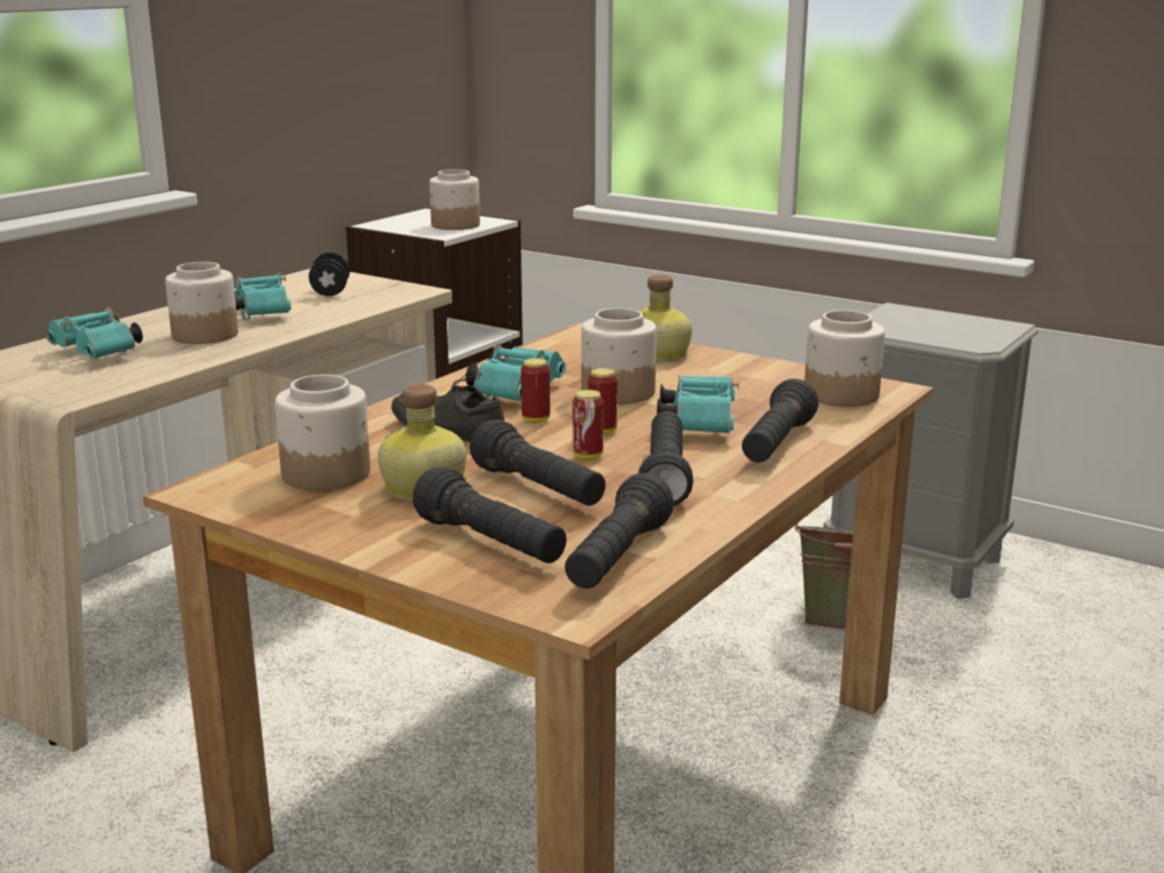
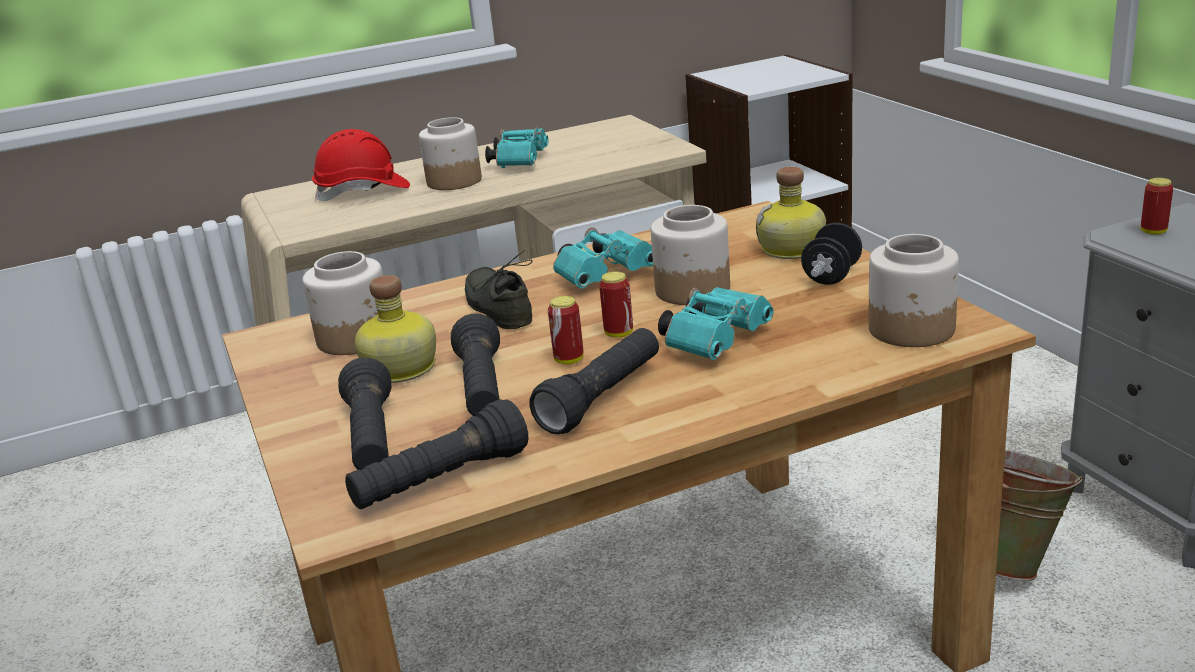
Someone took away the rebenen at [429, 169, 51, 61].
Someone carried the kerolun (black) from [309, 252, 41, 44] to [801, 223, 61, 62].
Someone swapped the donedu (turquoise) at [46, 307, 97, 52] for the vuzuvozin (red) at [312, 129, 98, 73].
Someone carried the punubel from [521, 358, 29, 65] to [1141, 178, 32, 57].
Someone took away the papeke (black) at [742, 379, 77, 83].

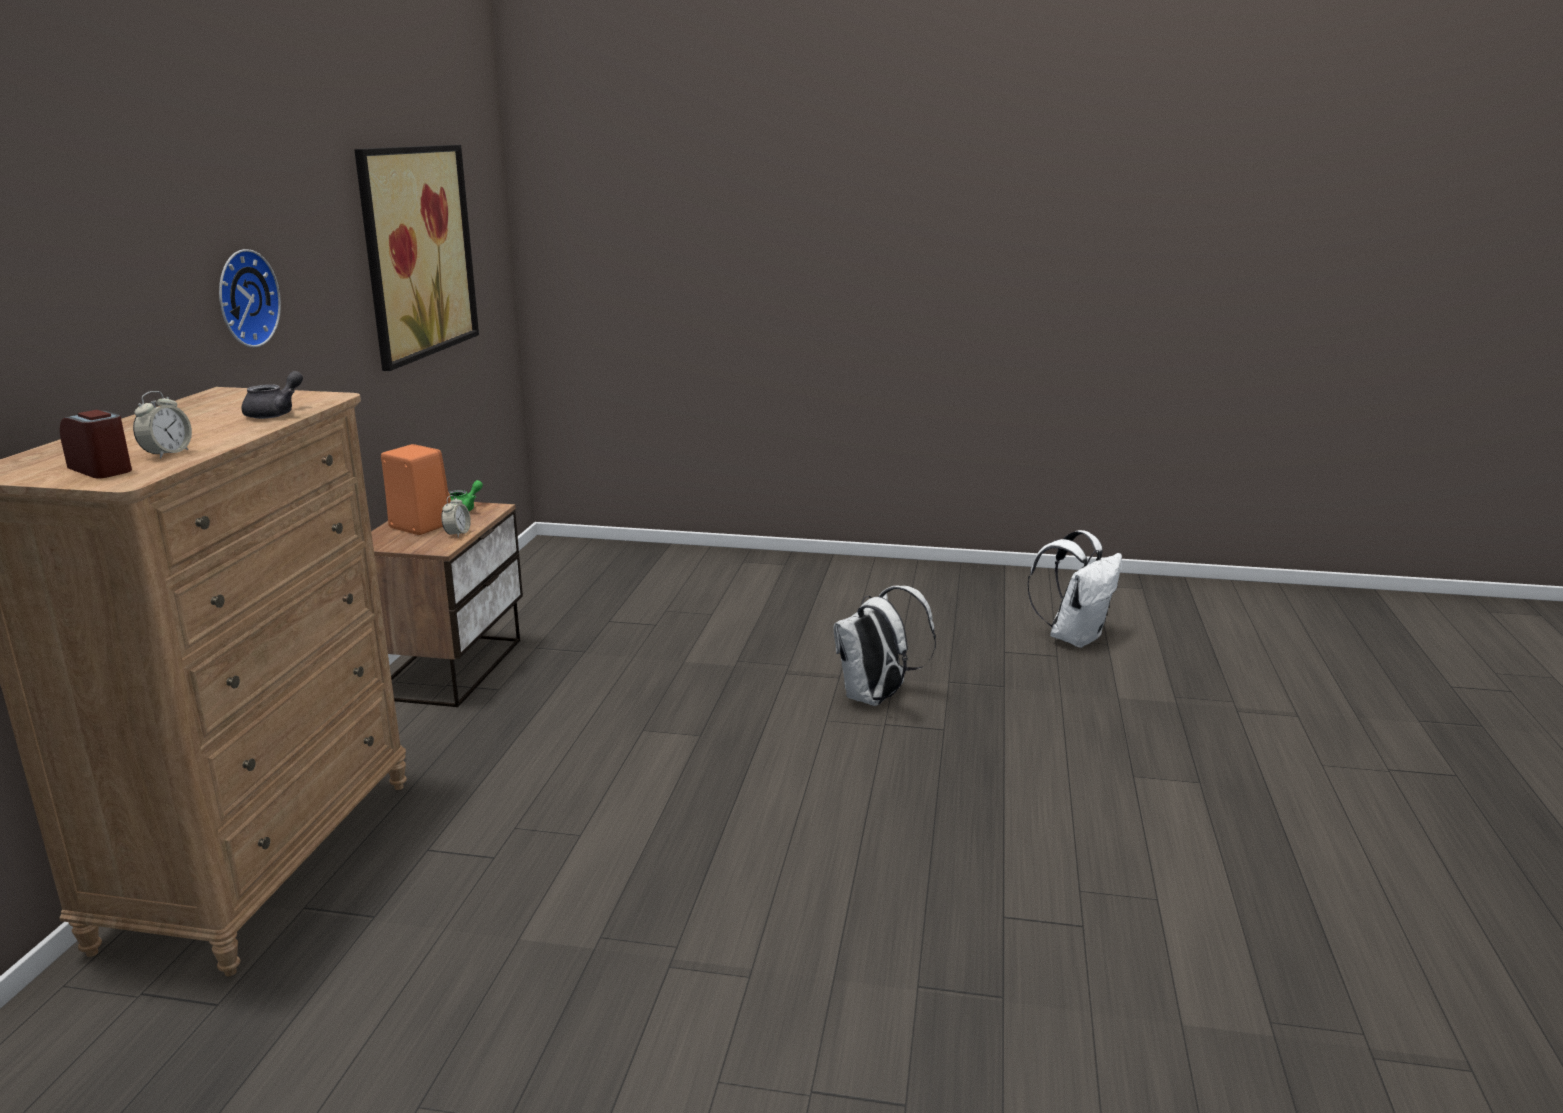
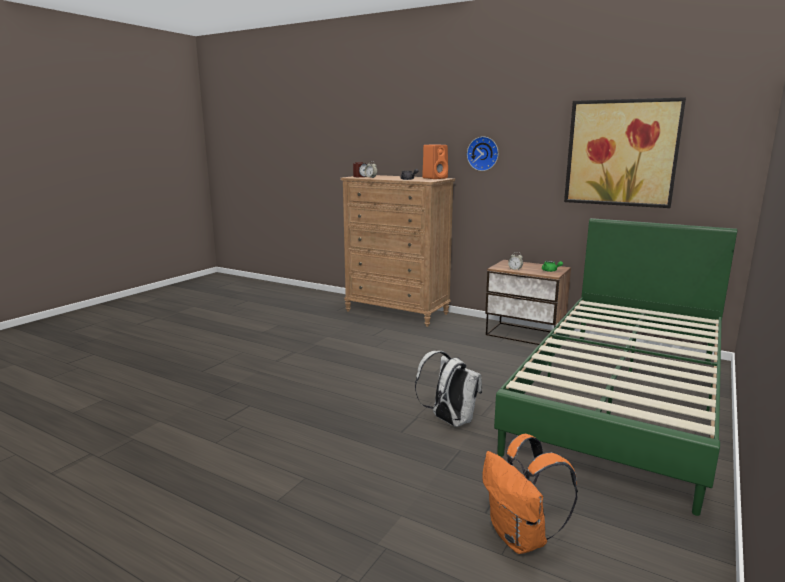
Someone carried the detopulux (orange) from [381, 444, 70, 91] to [422, 145, 26, 34].
Someone repainted the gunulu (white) at [1027, 530, 95, 118], which became the gunulu (orange) at [482, 434, 96, 120].
Someone put down the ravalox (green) at [494, 218, 243, 298].

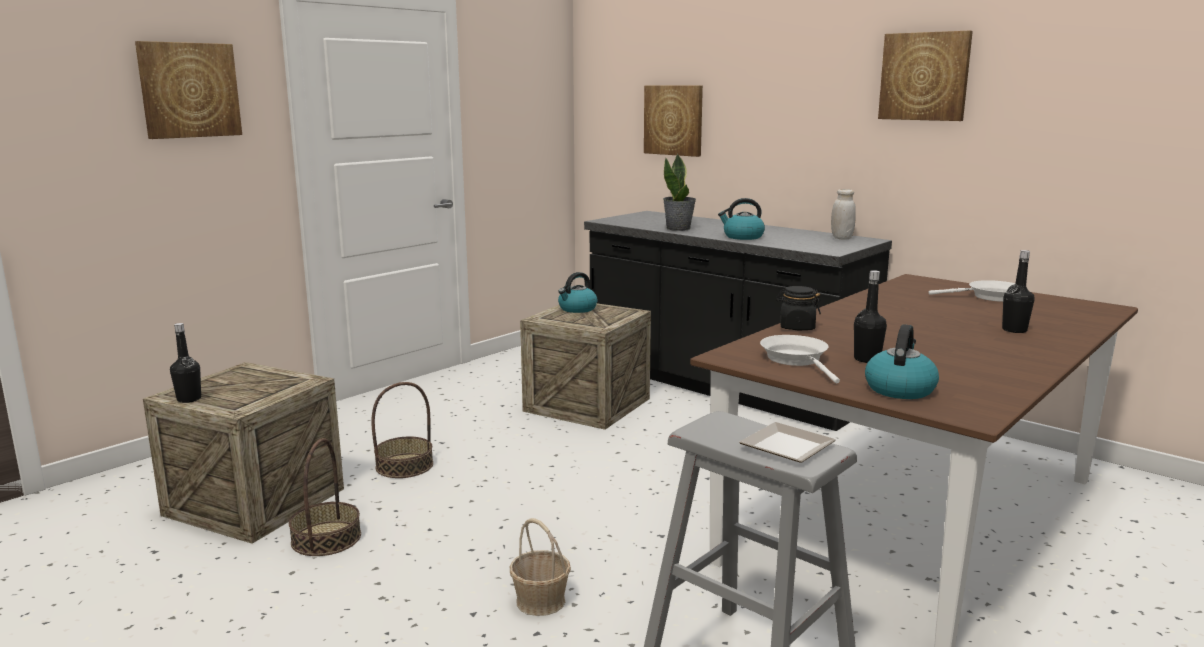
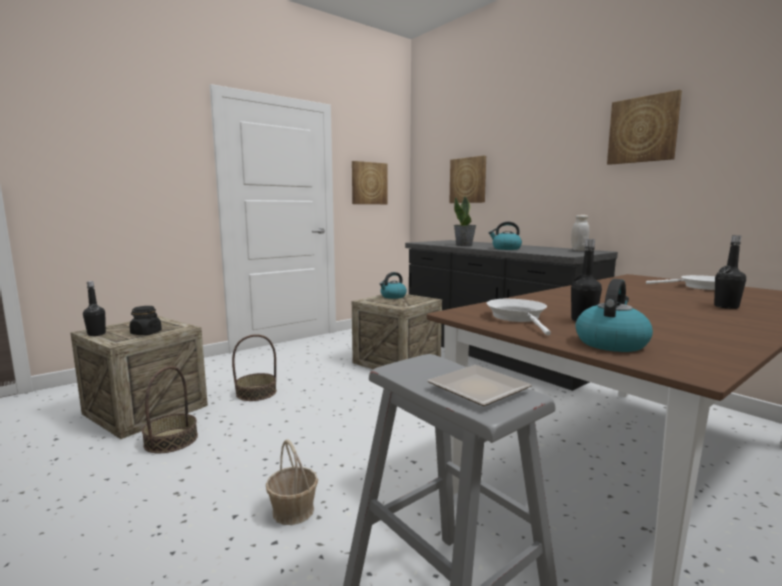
Someone carried the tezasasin from [135, 41, 107, 98] to [352, 161, 35, 43].
Someone carried the rebenen (black) from [776, 286, 45, 44] to [129, 306, 33, 29].

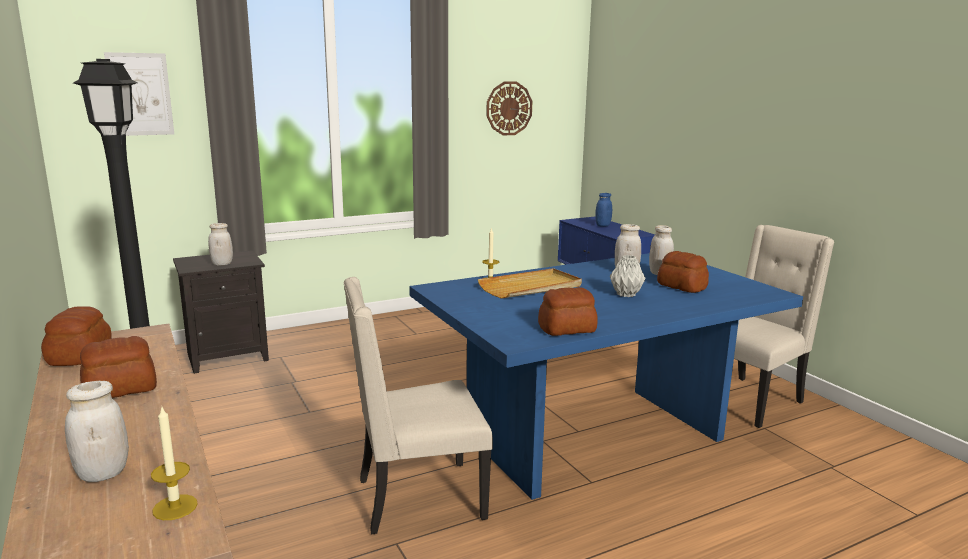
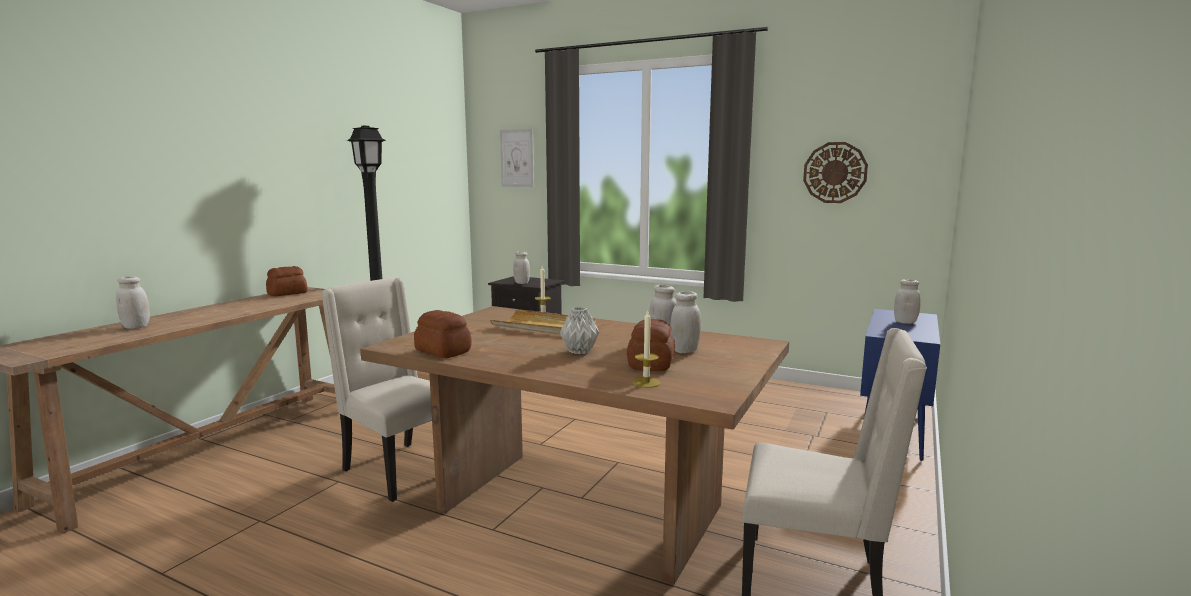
Someone repainted the rebenen (blue) at [595, 193, 17, 34], which became the rebenen (white) at [894, 279, 27, 45].
Someone repainted the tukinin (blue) at [409, 253, 394, 247], which became the tukinin (brown) at [360, 306, 429, 278].
Someone took away the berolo at [80, 336, 77, 62].
Someone carried the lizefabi from [151, 405, 47, 115] to [633, 309, 27, 79].

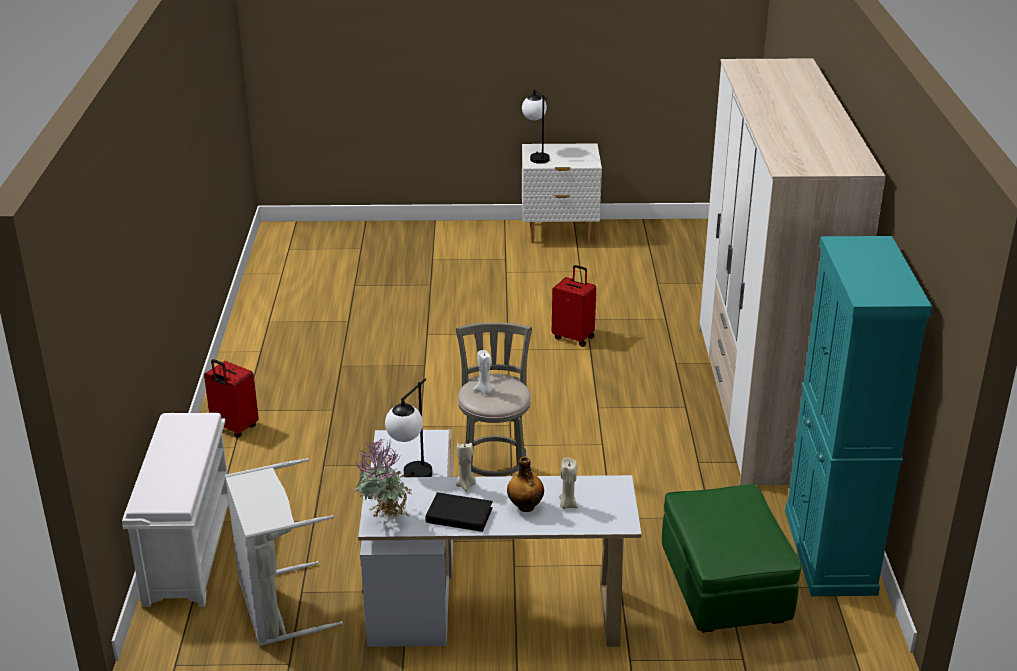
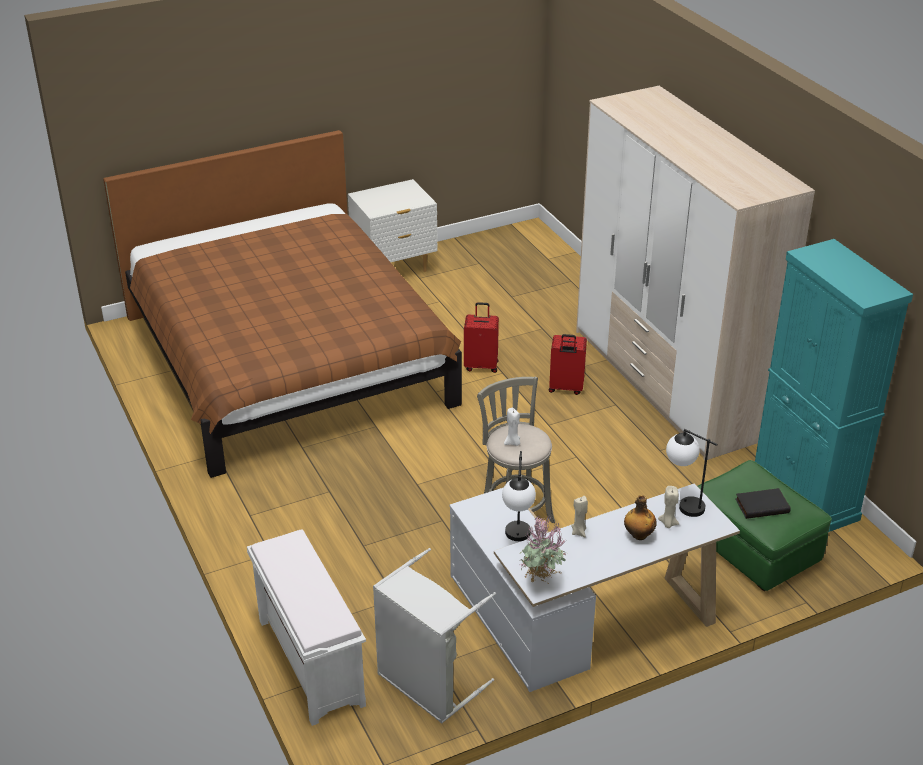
Someone carried the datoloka from [522, 89, 28, 75] to [666, 429, 52, 88].
Someone carried the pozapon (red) from [204, 359, 55, 79] to [549, 334, 38, 61].
Someone carried the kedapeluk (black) from [426, 492, 67, 40] to [735, 488, 56, 31].
Someone put down the ravalox (brown) at [103, 130, 359, 348].

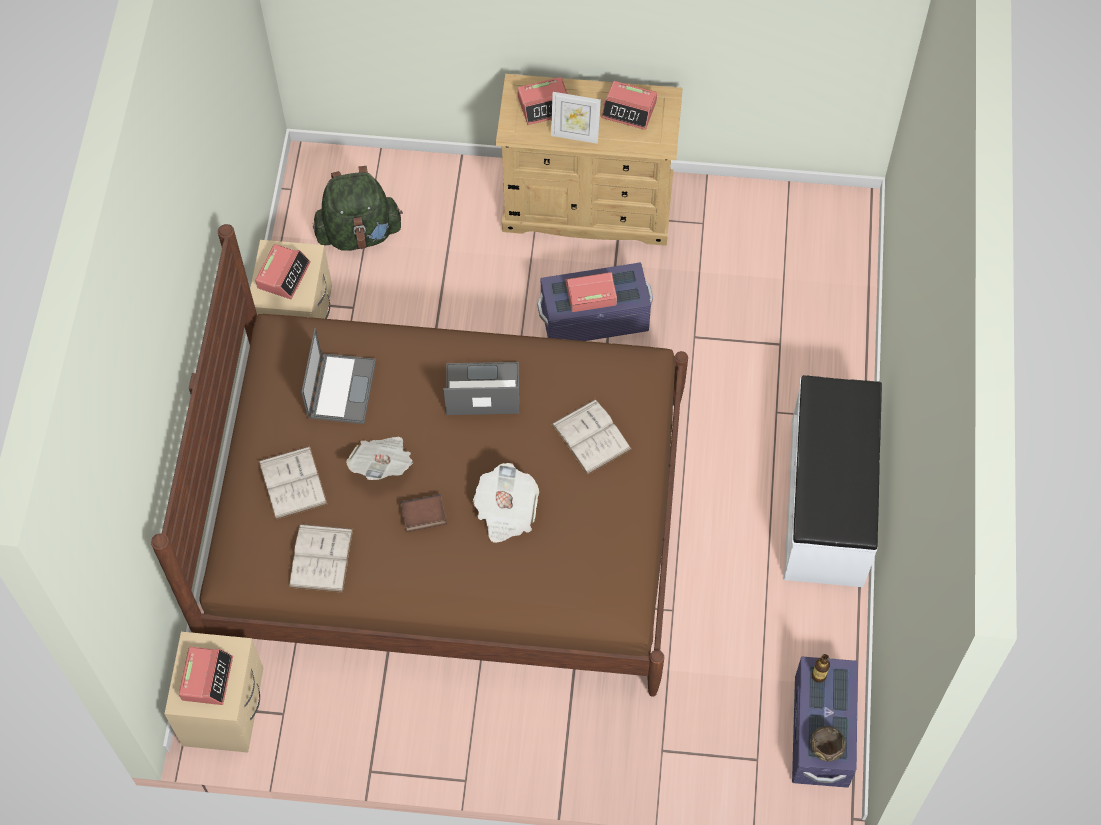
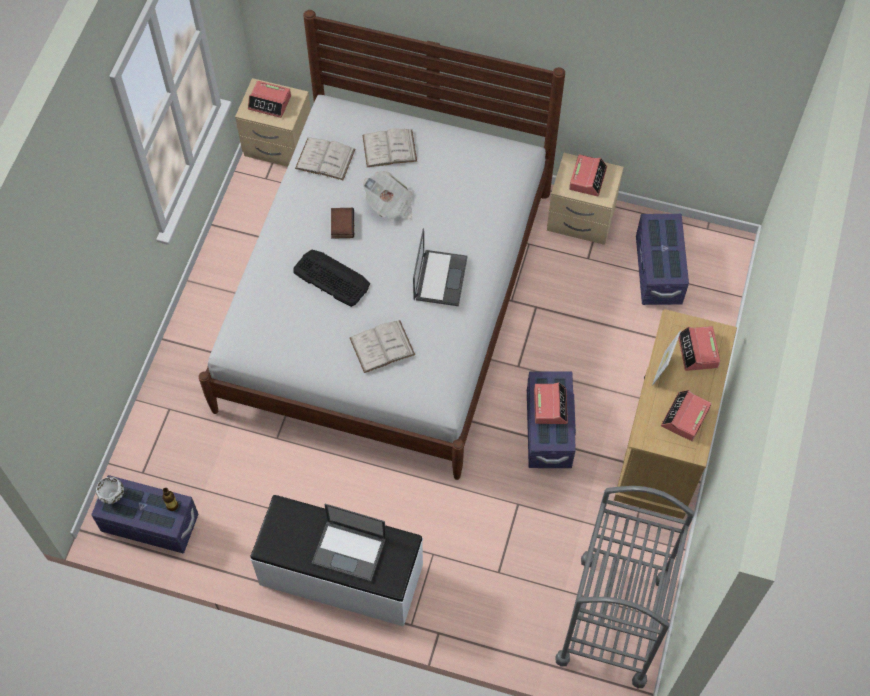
Someone swapped the gunulu (green) at [313, 166, 90, 85] for the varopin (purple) at [636, 214, 53, 91].
Someone repainted the ravalox (brown) at [151, 224, 537, 473], which became the ravalox (white) at [199, 10, 366, 470].
Someone rotated the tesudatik at [255, 244, 56, 55] by 105 degrees counterclockwise.
Someone carried the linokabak from [301, 328, 75, 96] to [312, 504, 74, 78].
Someone swapped the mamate at [473, 463, 66, 80] for the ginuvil at [293, 249, 77, 58].
Someone repainted the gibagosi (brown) at [810, 726, 35, 35], which became the gibagosi (white) at [96, 477, 28, 27].
Someone put down the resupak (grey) at [555, 486, 139, 202].

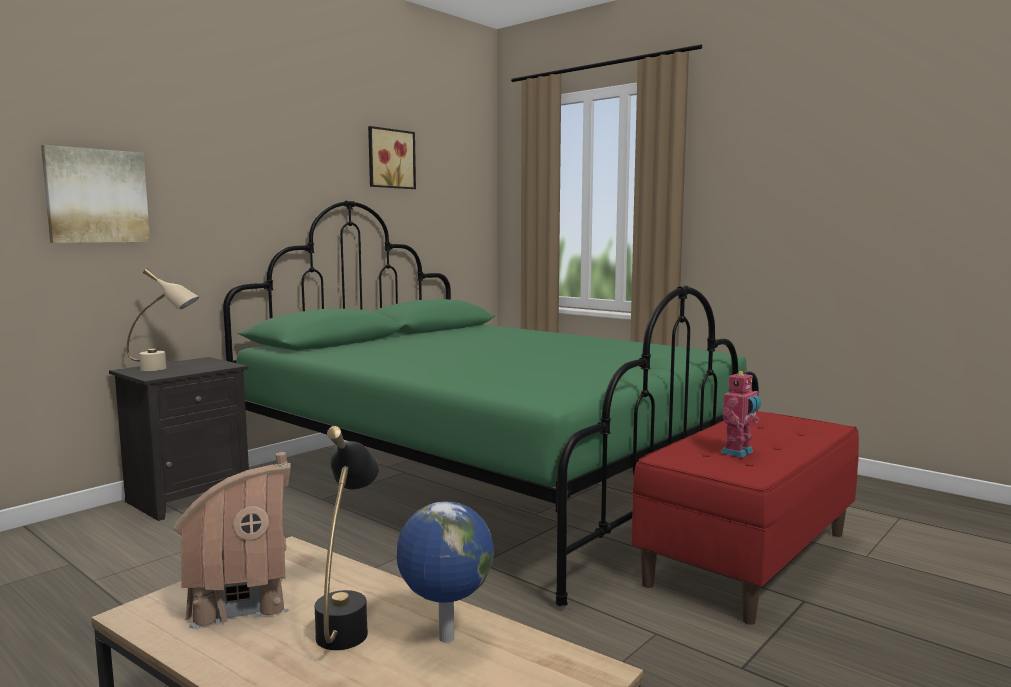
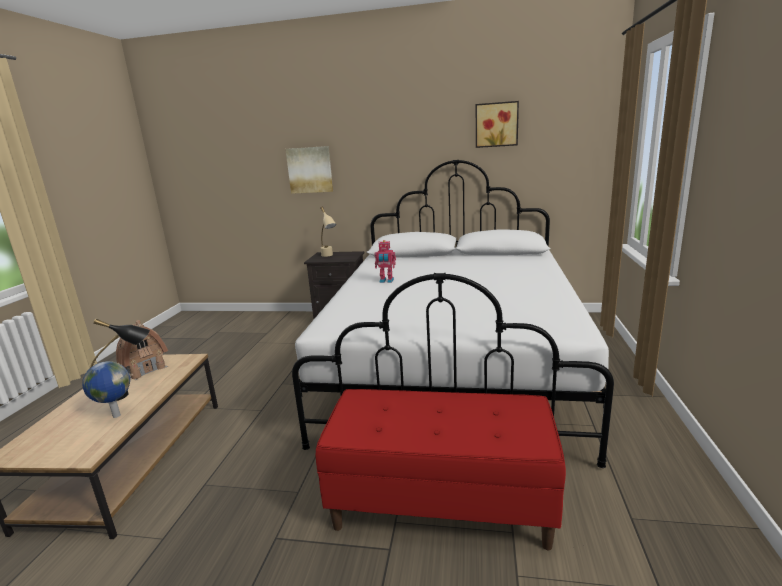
Someone repainted the ravalox (green) at [223, 200, 536, 407], which became the ravalox (white) at [292, 160, 322, 308].
Someone carried the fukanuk from [721, 371, 40, 87] to [374, 240, 22, 43].

